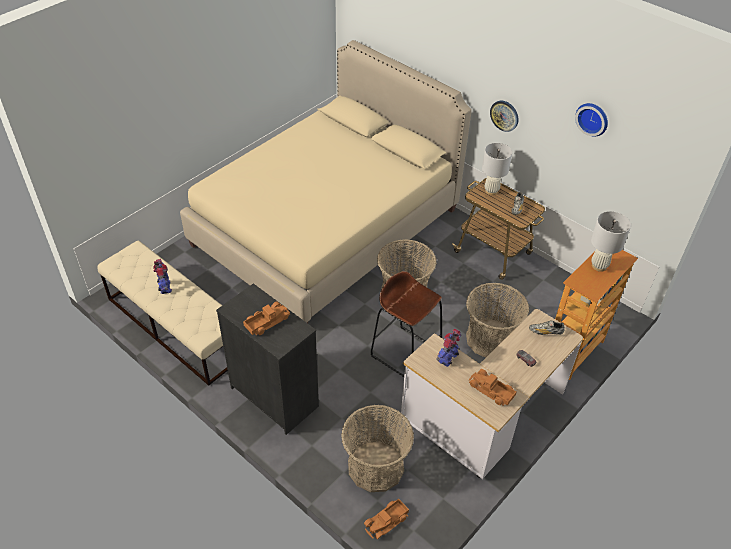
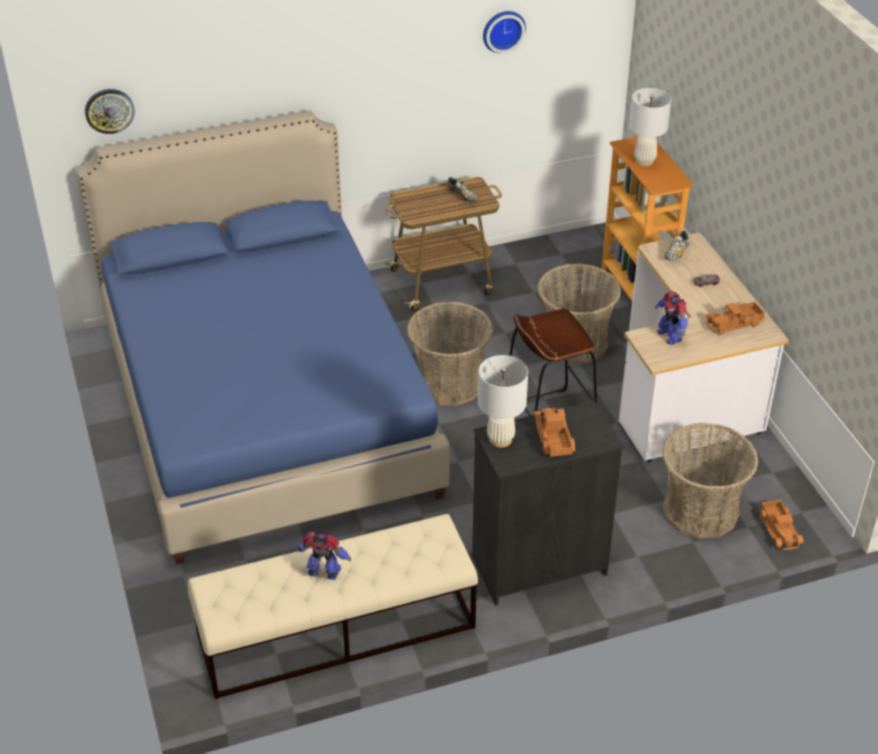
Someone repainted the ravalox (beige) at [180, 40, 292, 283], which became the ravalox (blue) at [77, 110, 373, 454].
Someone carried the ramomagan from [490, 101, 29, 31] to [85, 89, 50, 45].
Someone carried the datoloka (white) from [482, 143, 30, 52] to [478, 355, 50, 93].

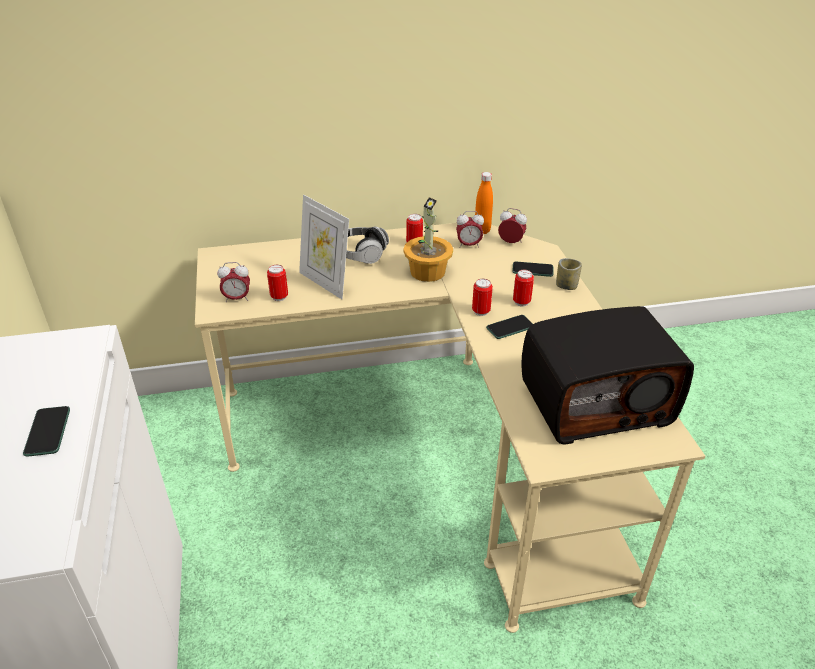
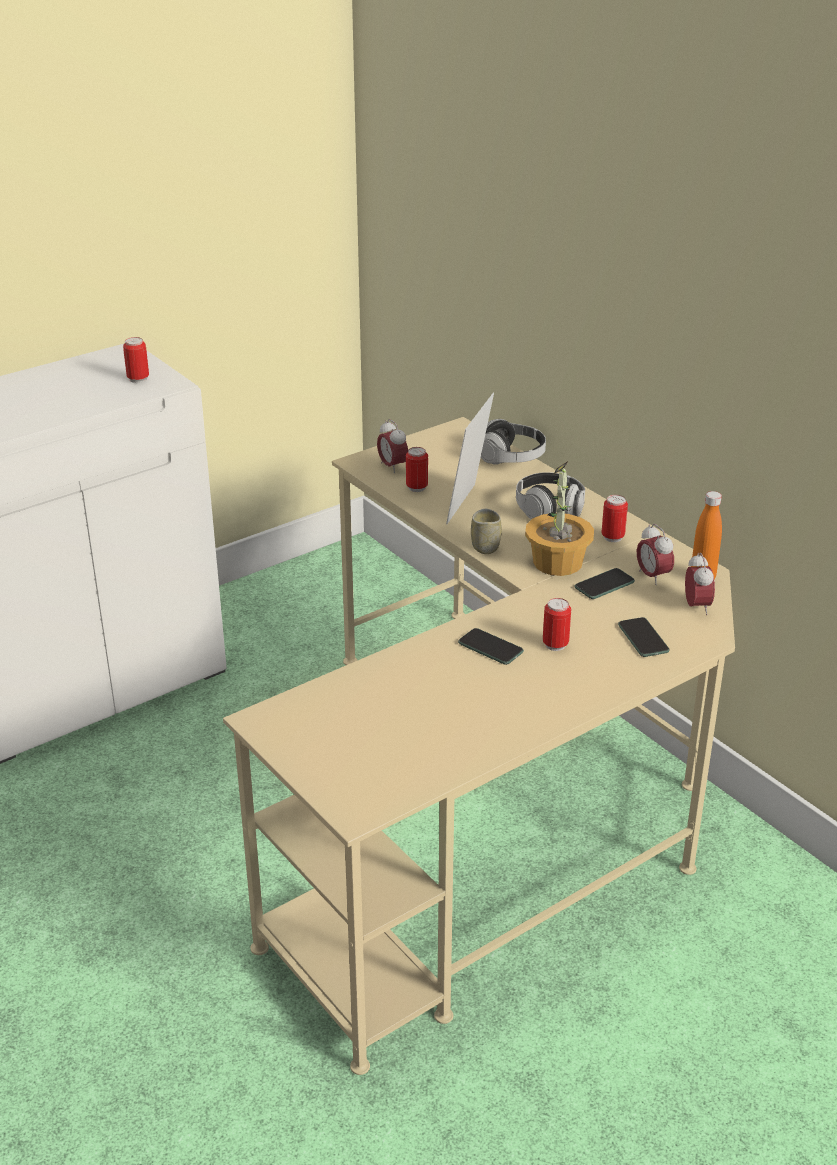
Someone carried the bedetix from [556, 258, 26, 32] to [471, 509, 31, 45].
Someone carried the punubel from [472, 279, 21, 37] to [123, 337, 26, 46].
Someone took away the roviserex at [521, 306, 173, 139].
Someone carried the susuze from [23, 406, 47, 51] to [575, 568, 60, 31].
Someone put down the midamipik at [481, 419, 65, 46].

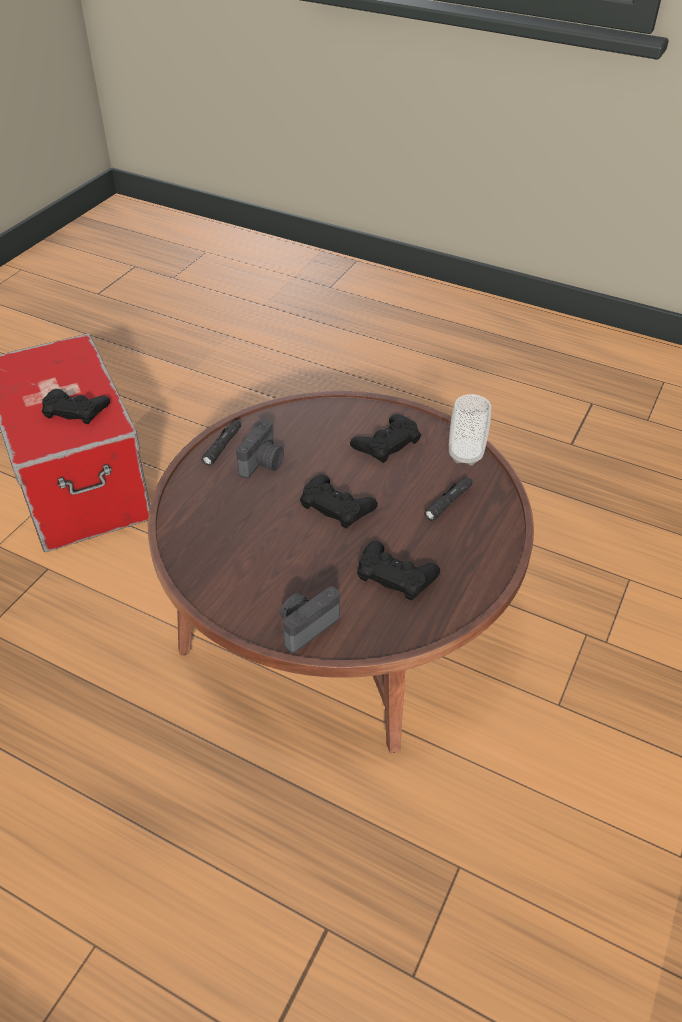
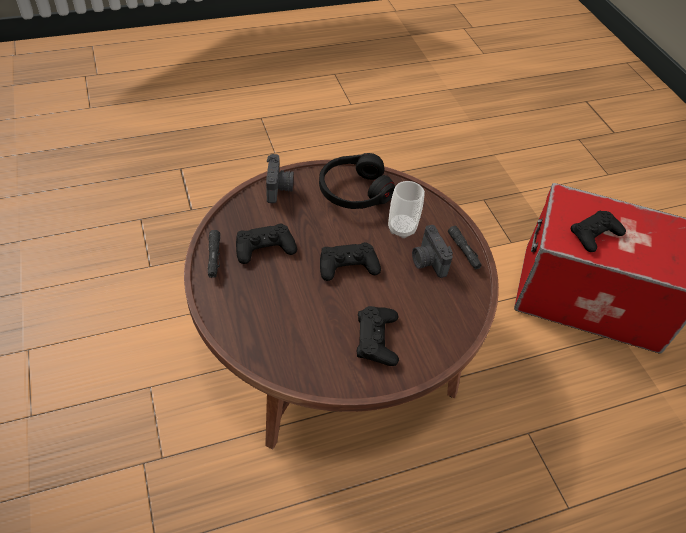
Someone carried the bedetix from [449, 394, 42, 71] to [388, 181, 37, 57].
Someone carried the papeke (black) from [424, 477, 48, 44] to [208, 230, 12, 48].
Someone put down the midamipik (black) at [319, 153, 76, 56].

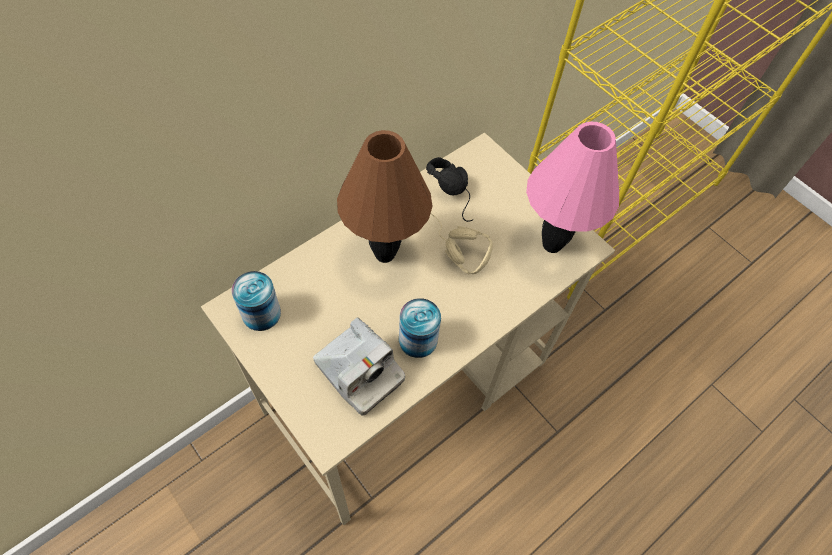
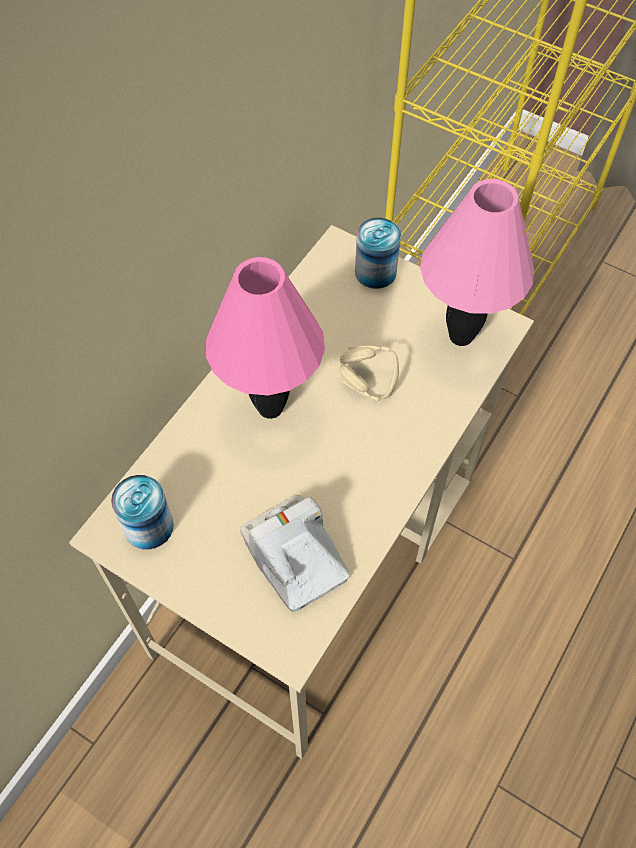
Someone repainted the datoloka (brown) at [337, 130, 96, 133], which became the datoloka (pink) at [206, 257, 119, 162].
Someone took away the midamipik (black) at [426, 157, 46, 65].
Someone carried the punubel from [399, 298, 42, 60] to [355, 218, 46, 71].
Someone rotated the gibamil at [313, 317, 92, 99] by 150 degrees counterclockwise.

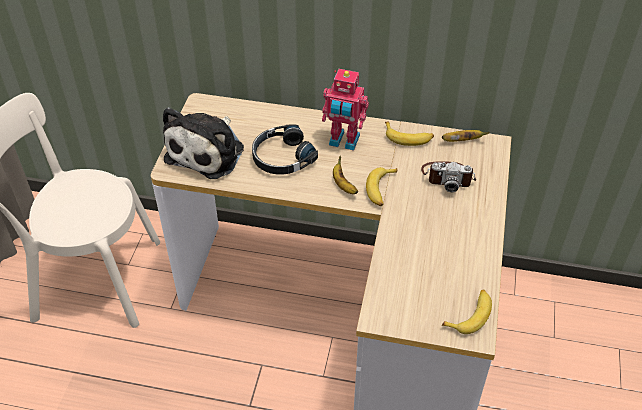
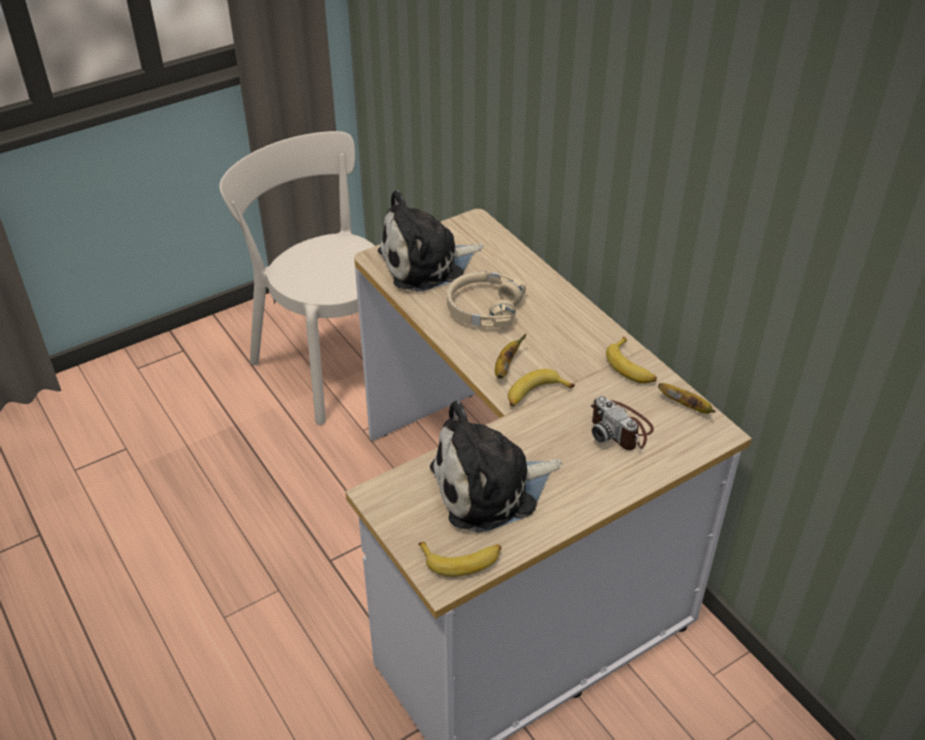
Someone took away the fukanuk at [322, 69, 47, 82].
Someone repainted the midamipik (black) at [252, 124, 66, 51], which became the midamipik (beige) at [447, 271, 79, 57].
Someone put down the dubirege at [430, 400, 131, 133].

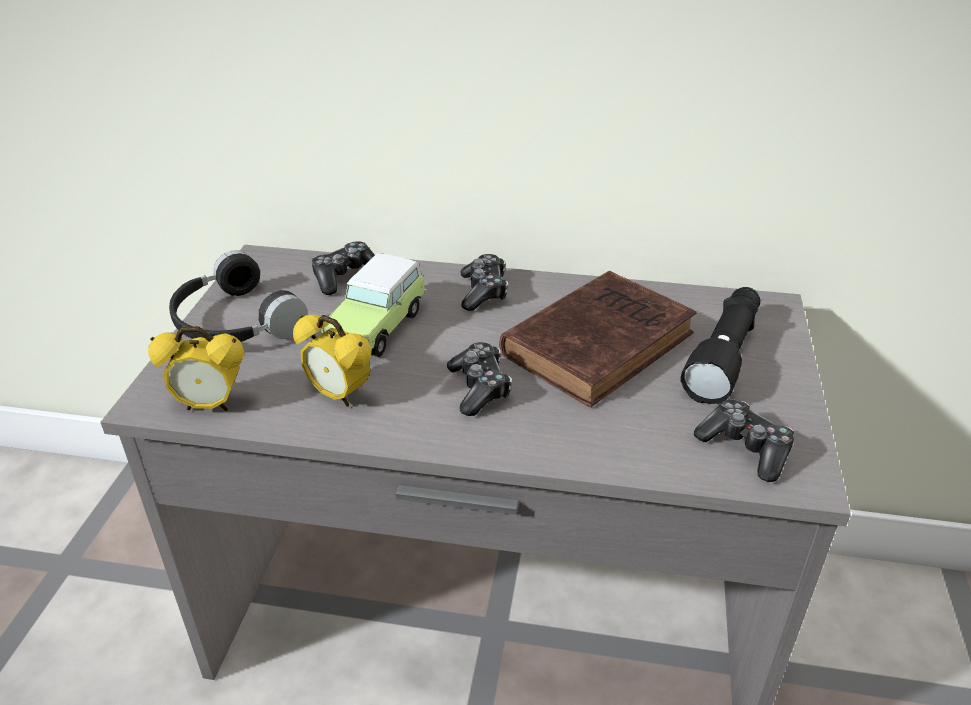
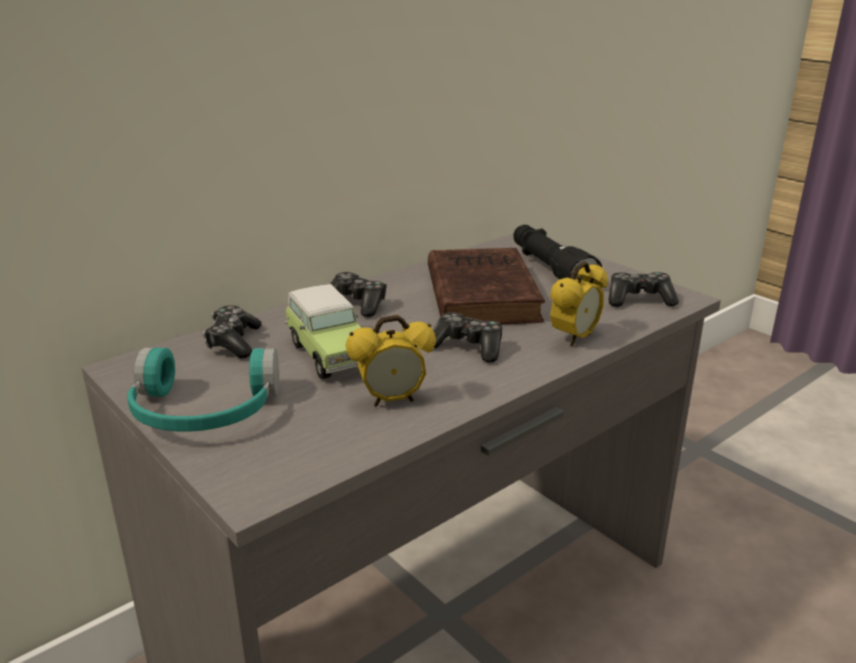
Someone repainted the midamipik (black) at [169, 250, 139, 92], which became the midamipik (turquoise) at [127, 348, 152, 84].
Someone carried the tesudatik from [148, 326, 96, 85] to [550, 261, 58, 85].

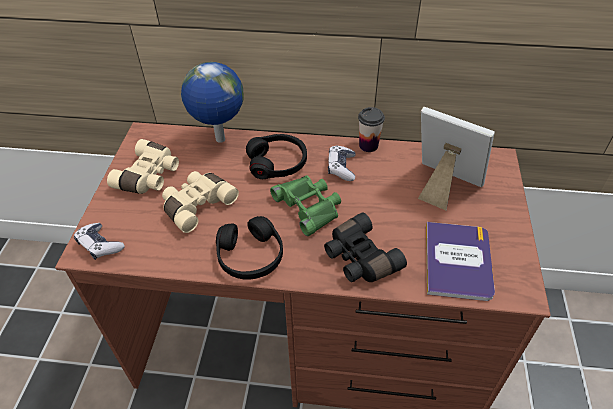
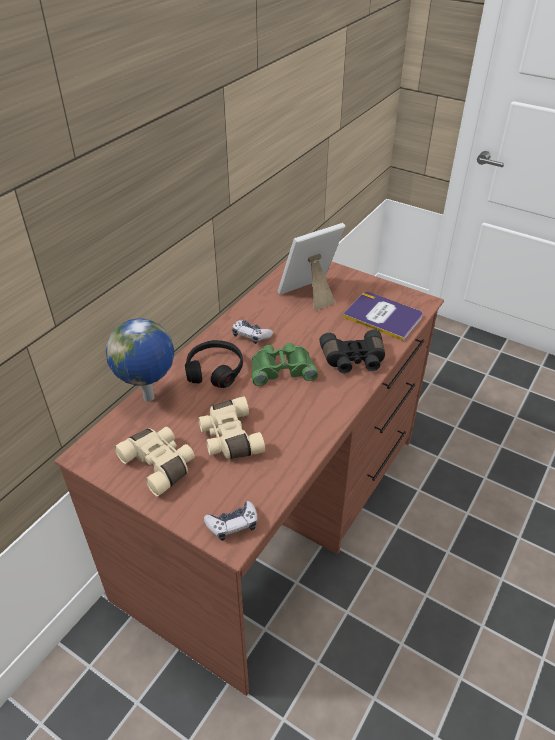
Someone took away the bedetix at [358, 107, 27, 45].
Someone took away the midamipik (black) at [216, 216, 67, 64].

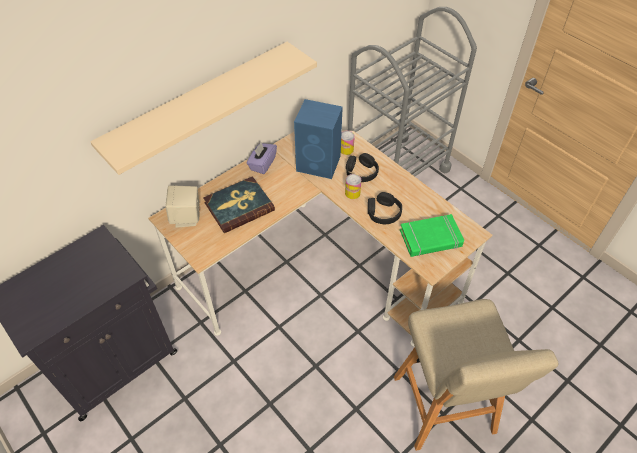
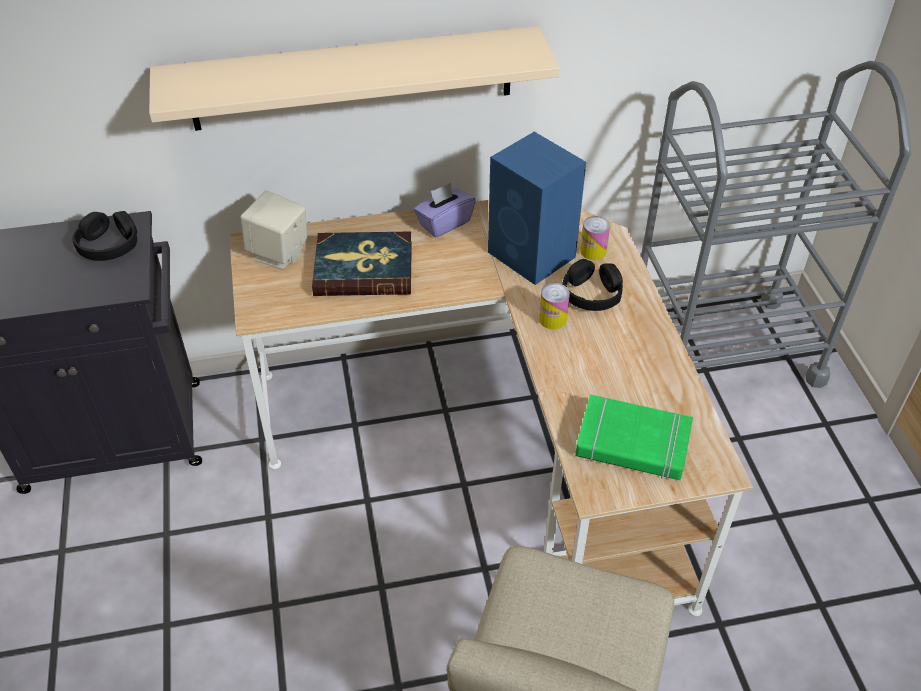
Someone carried the midamipik (black) from [368, 192, 34, 32] to [72, 211, 65, 50].

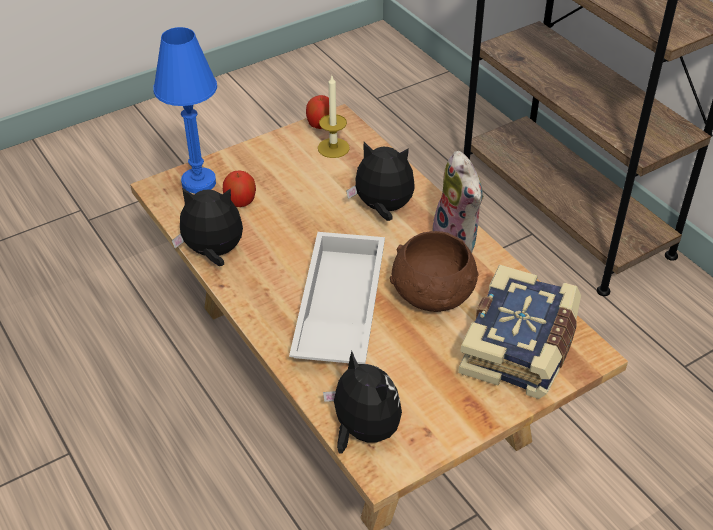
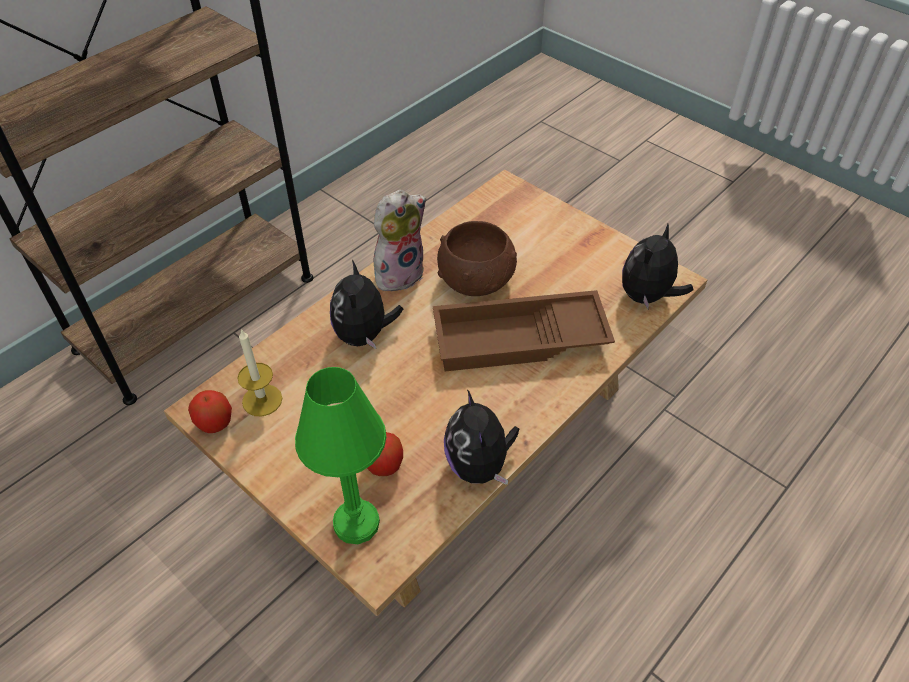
Someone repainted the datoloka (blue) at [153, 27, 64, 167], which became the datoloka (green) at [295, 367, 91, 177].
Someone repainted the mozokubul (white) at [289, 232, 96, 132], which became the mozokubul (brown) at [433, 290, 182, 81].
Someone took away the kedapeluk at [458, 265, 123, 134].

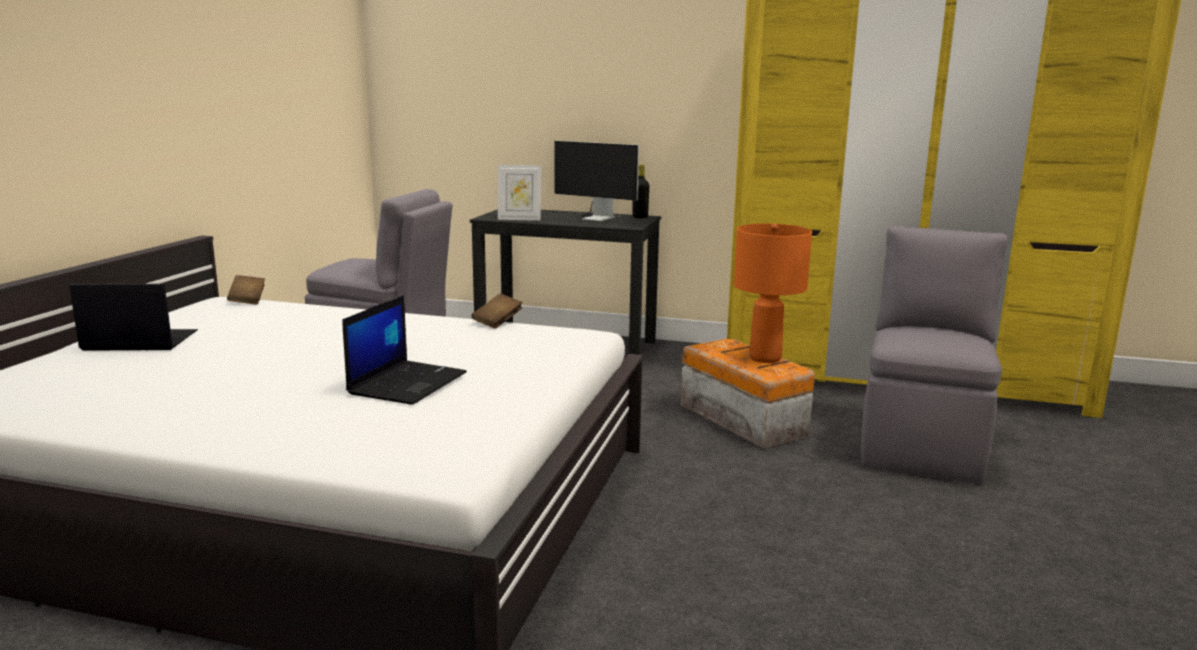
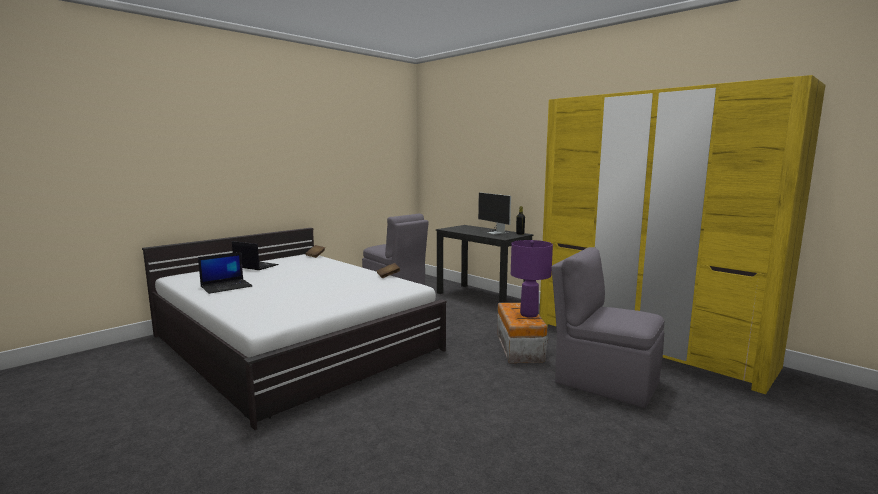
Someone took away the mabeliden at [498, 165, 44, 56].
Someone repainted the datoloka (orange) at [734, 224, 78, 139], which became the datoloka (purple) at [511, 240, 42, 78].
Someone rotated the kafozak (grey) at [861, 226, 147, 258] by 105 degrees counterclockwise.
Someone carried the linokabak from [342, 295, 125, 110] to [198, 252, 54, 42].

